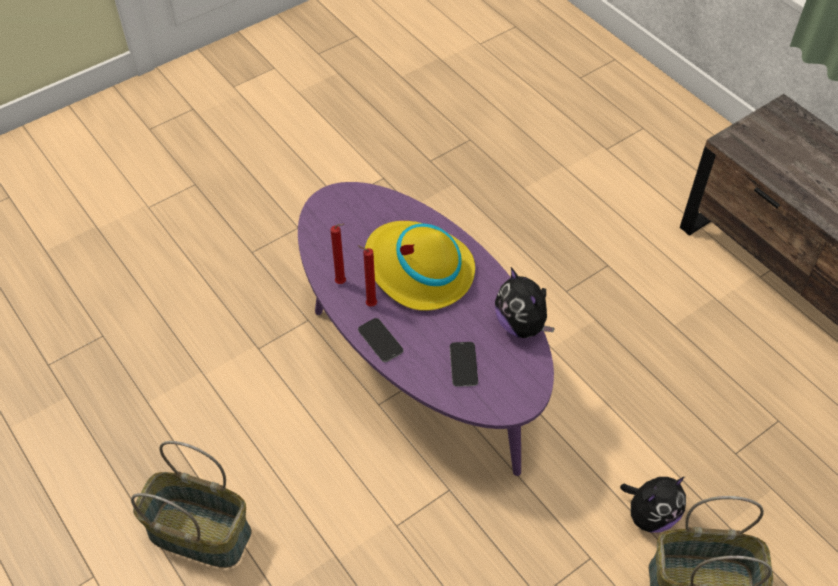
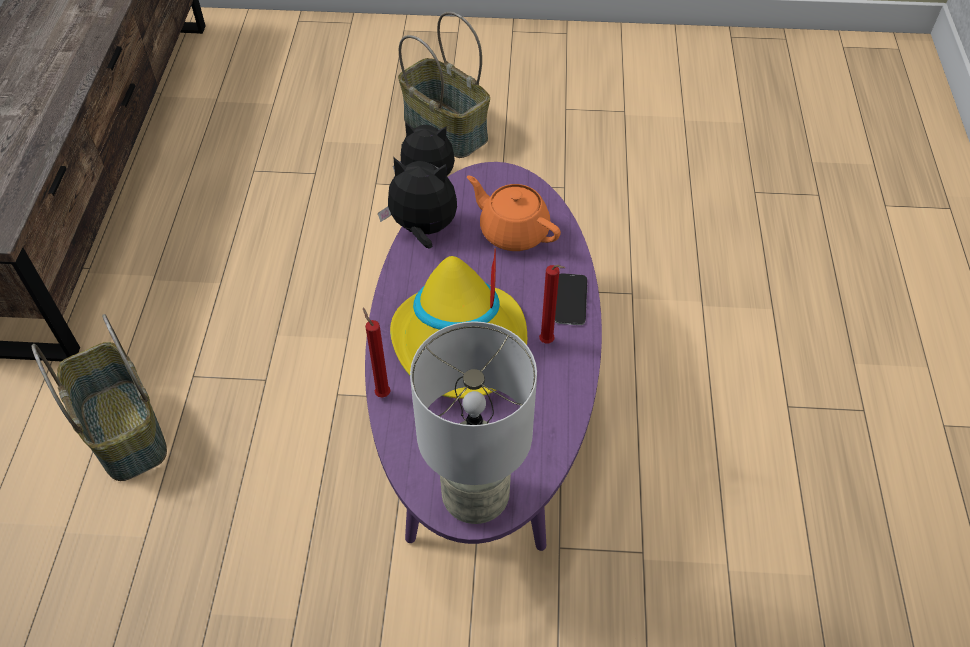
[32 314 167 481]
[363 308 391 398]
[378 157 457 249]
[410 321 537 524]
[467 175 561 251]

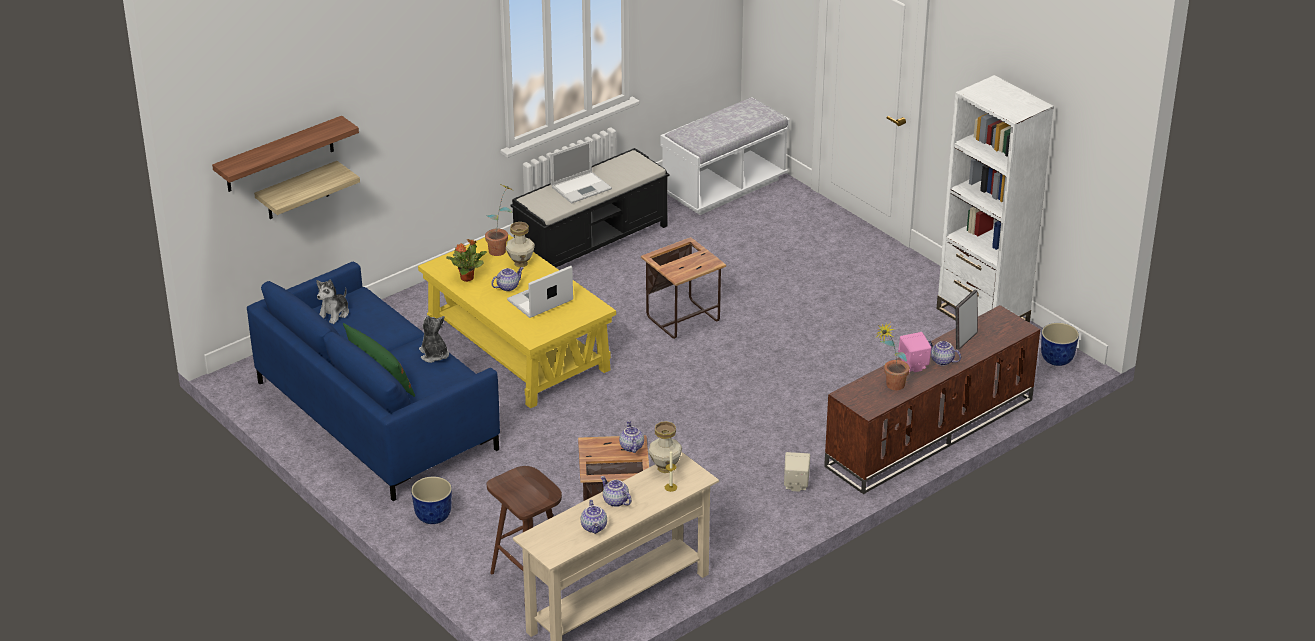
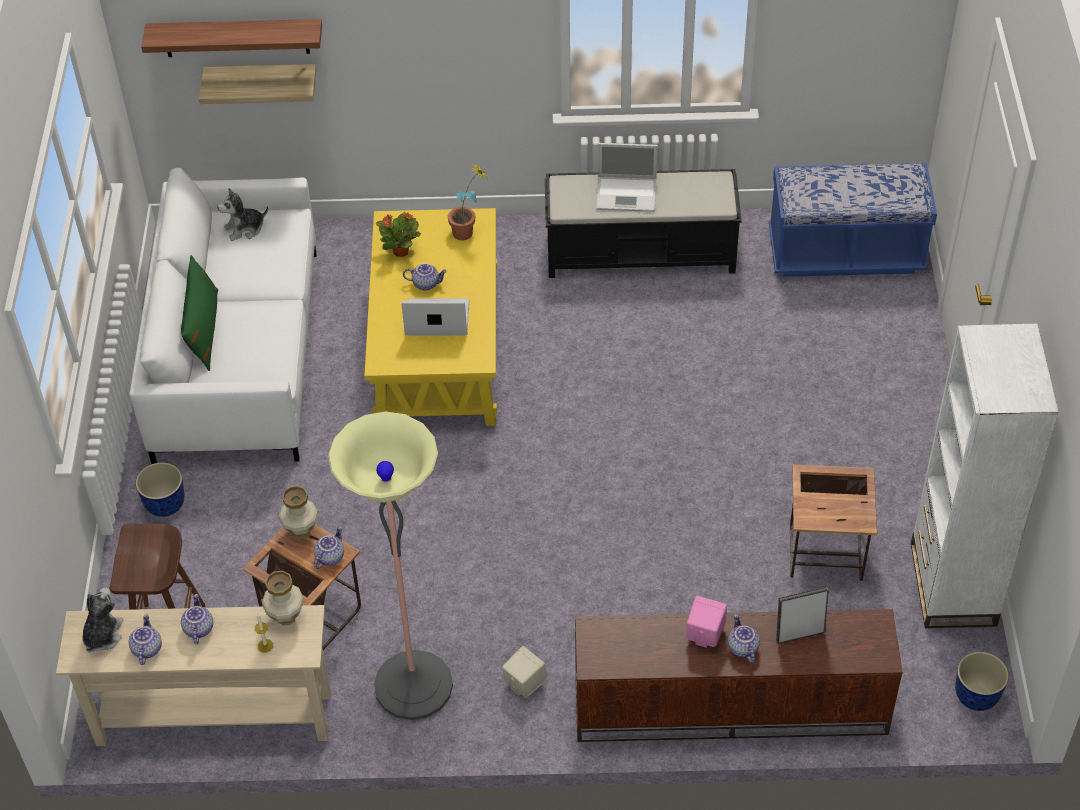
[82 587 124 653]
[129 168 317 464]
[129 614 162 665]
[279 486 318 539]
[328 411 453 720]
[769 163 937 277]
[790 464 877 581]
[875 322 910 390] (first image)

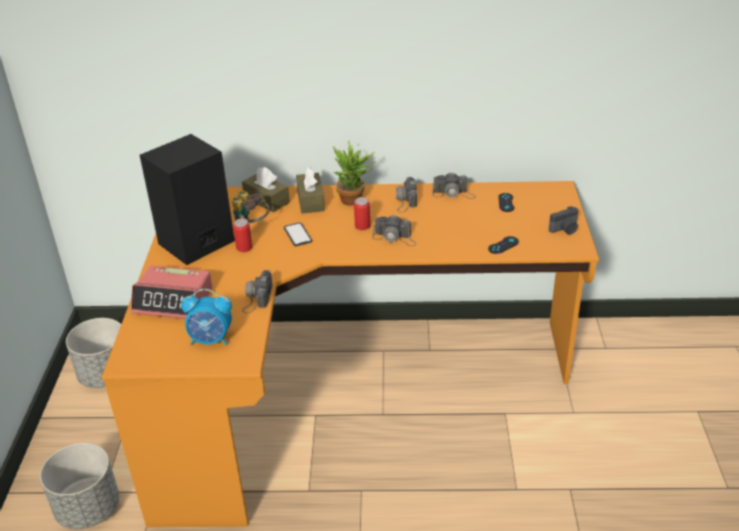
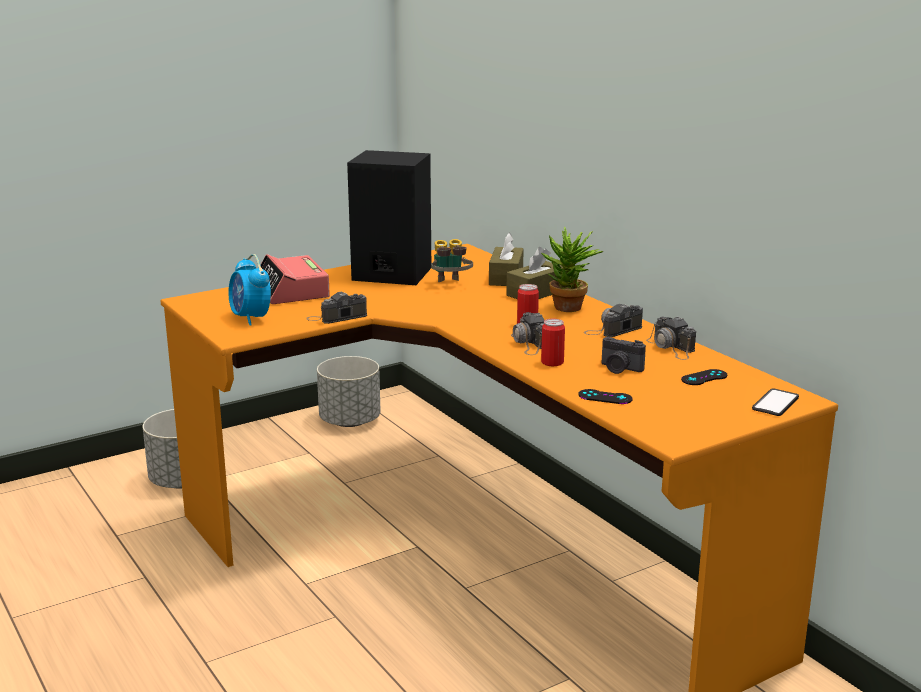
[541 319 565 366]
[602 337 646 374]
[752 389 799 416]

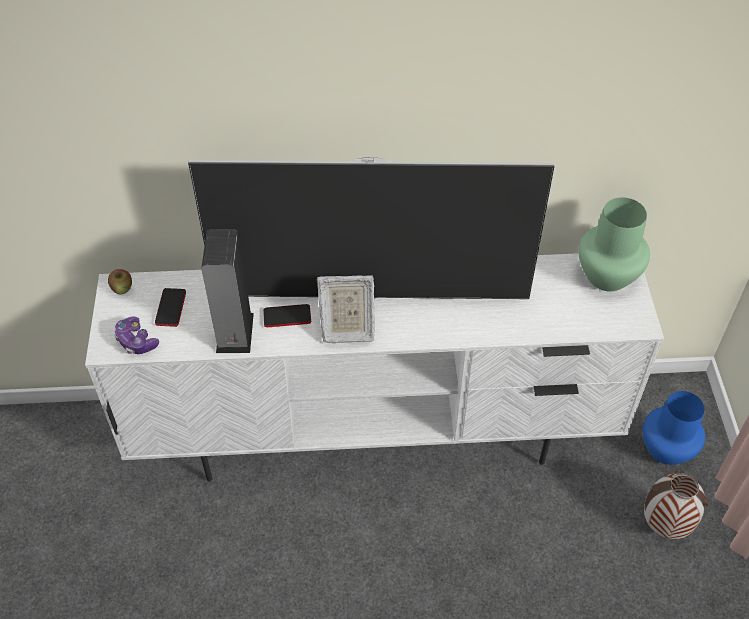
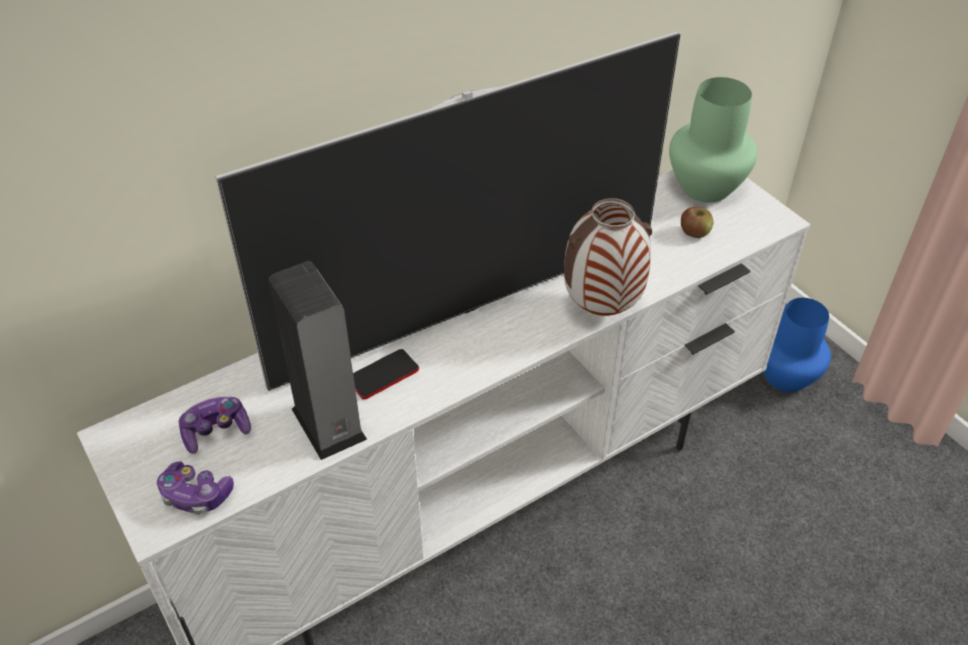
[178 397 251 454]
[564 198 652 316]
[681 207 713 238]
[317 275 375 343] (first image)

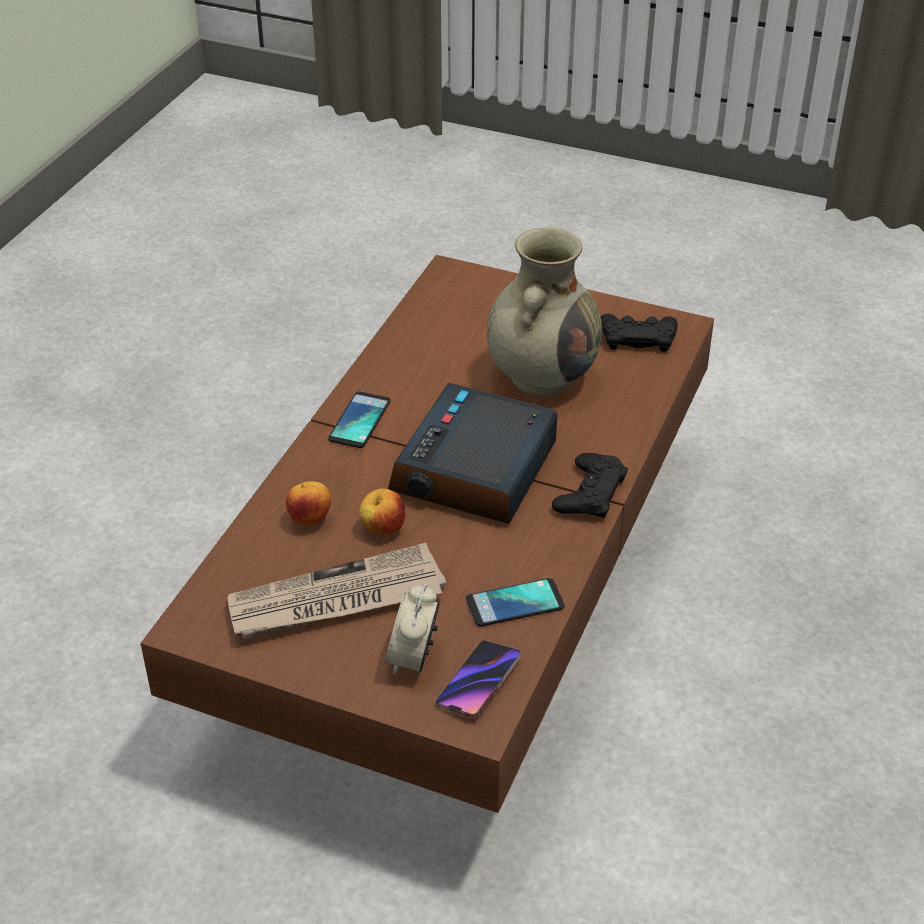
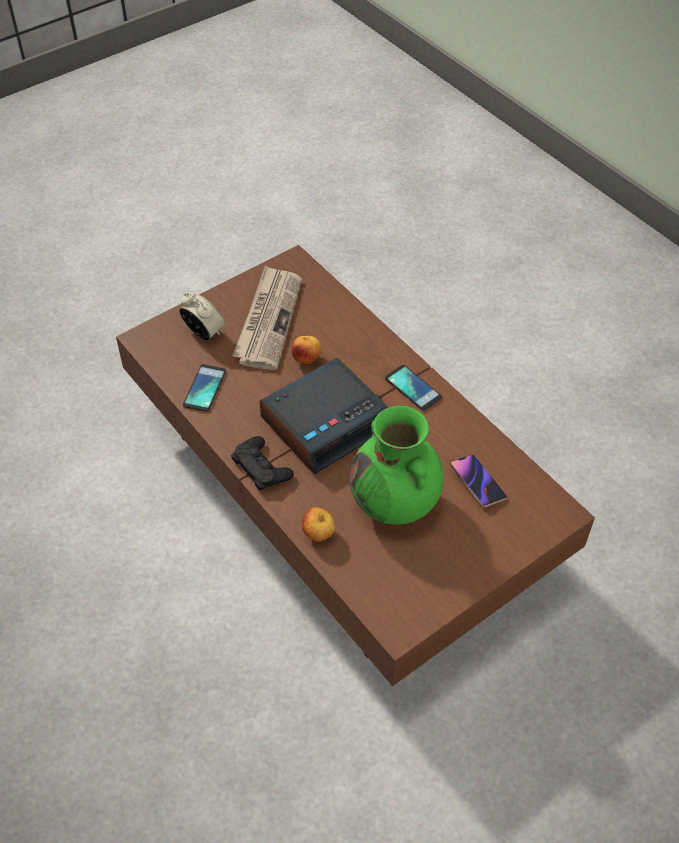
[260 357 388 475]
[302 507 335 542]
[350 406 444 525]
[450 454 507 507]
[601 314 678 352] (first image)

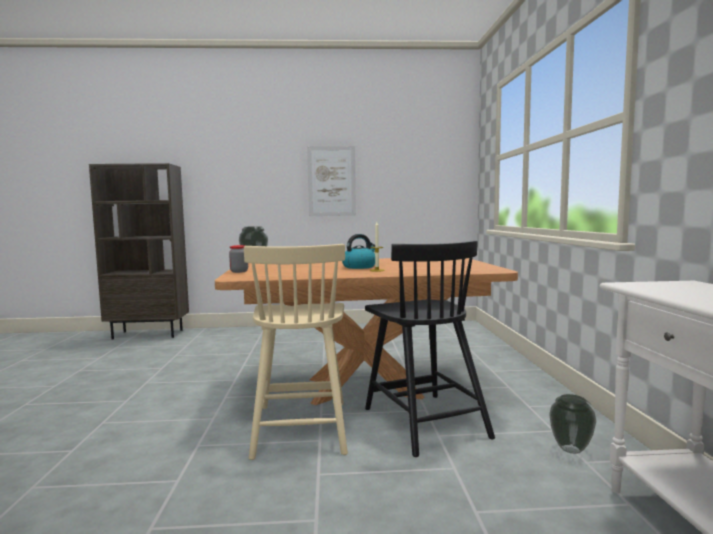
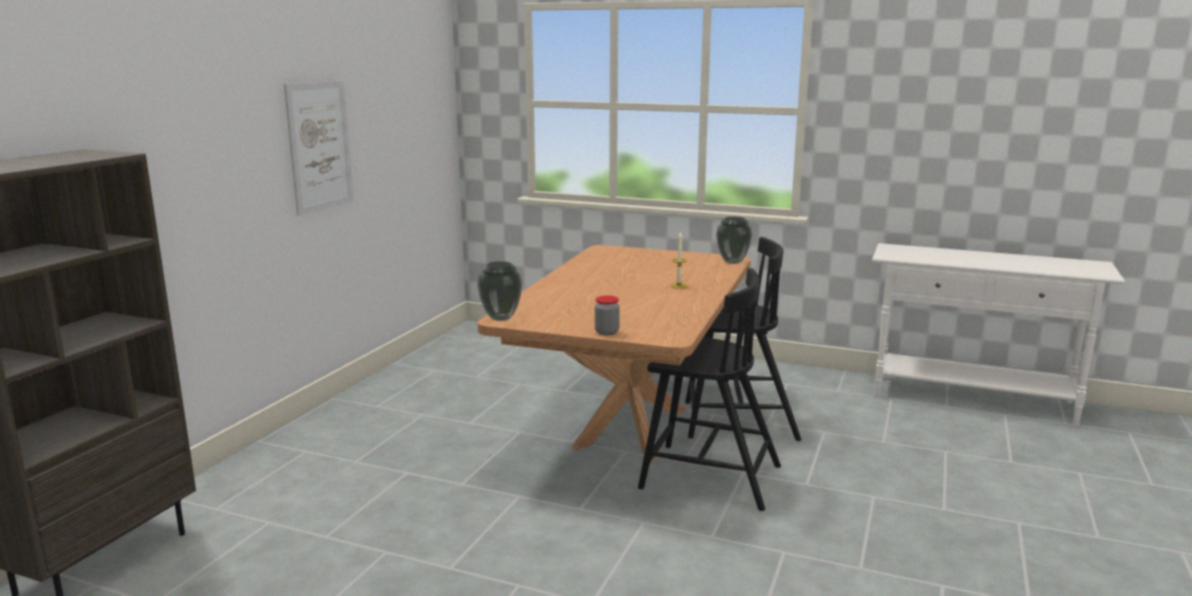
[638 268 781 511]
[716 217 752 264]
[342 234 375 269] (first image)

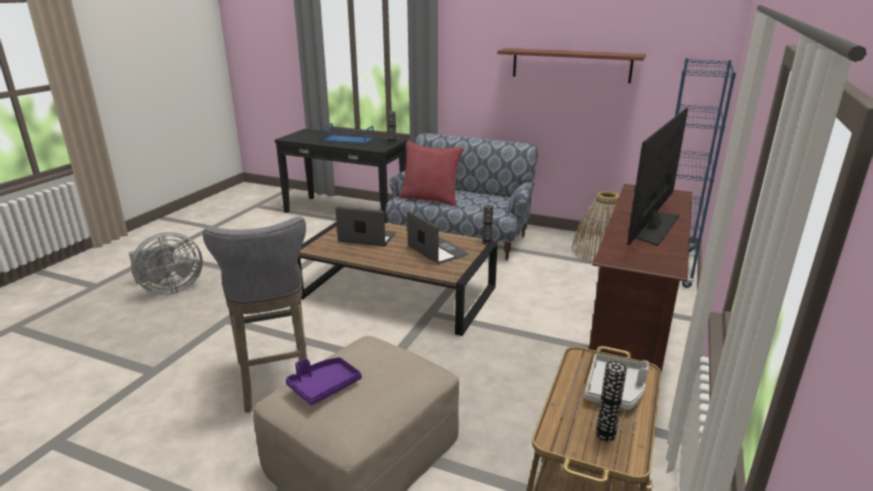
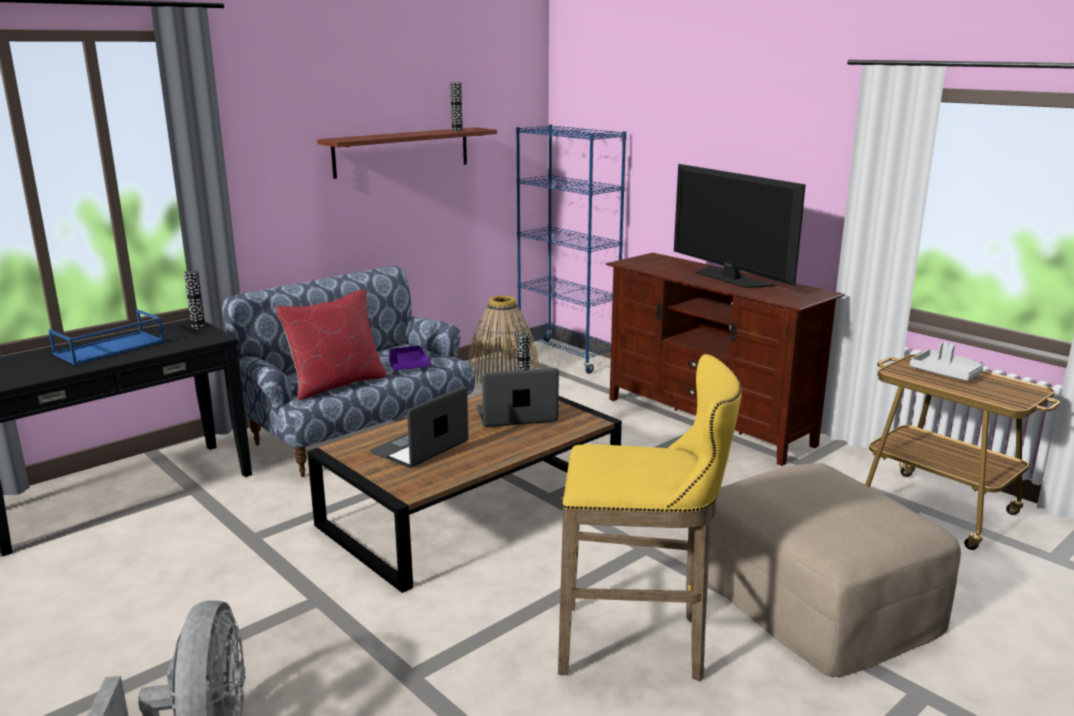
[389 346 431 370]
[450 82 463 131]
[558 354 742 681]

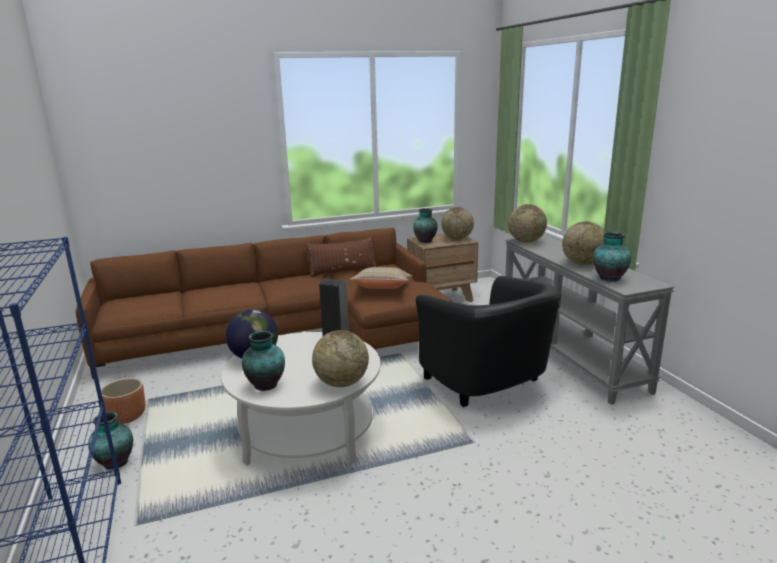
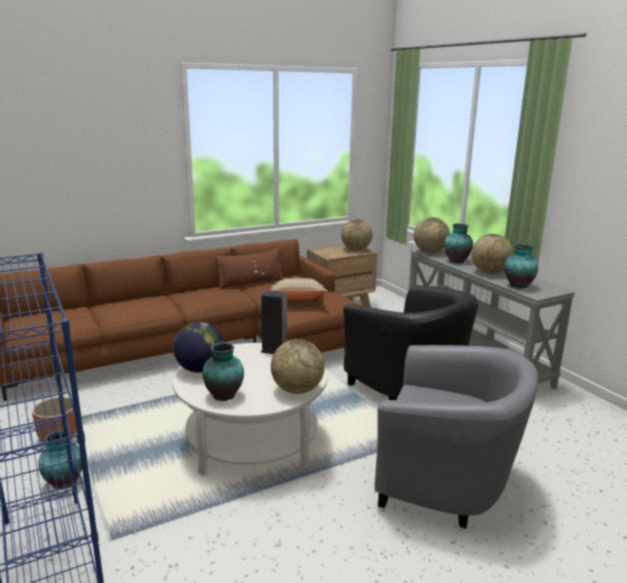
[375 345 538 529]
[444 223 473 263]

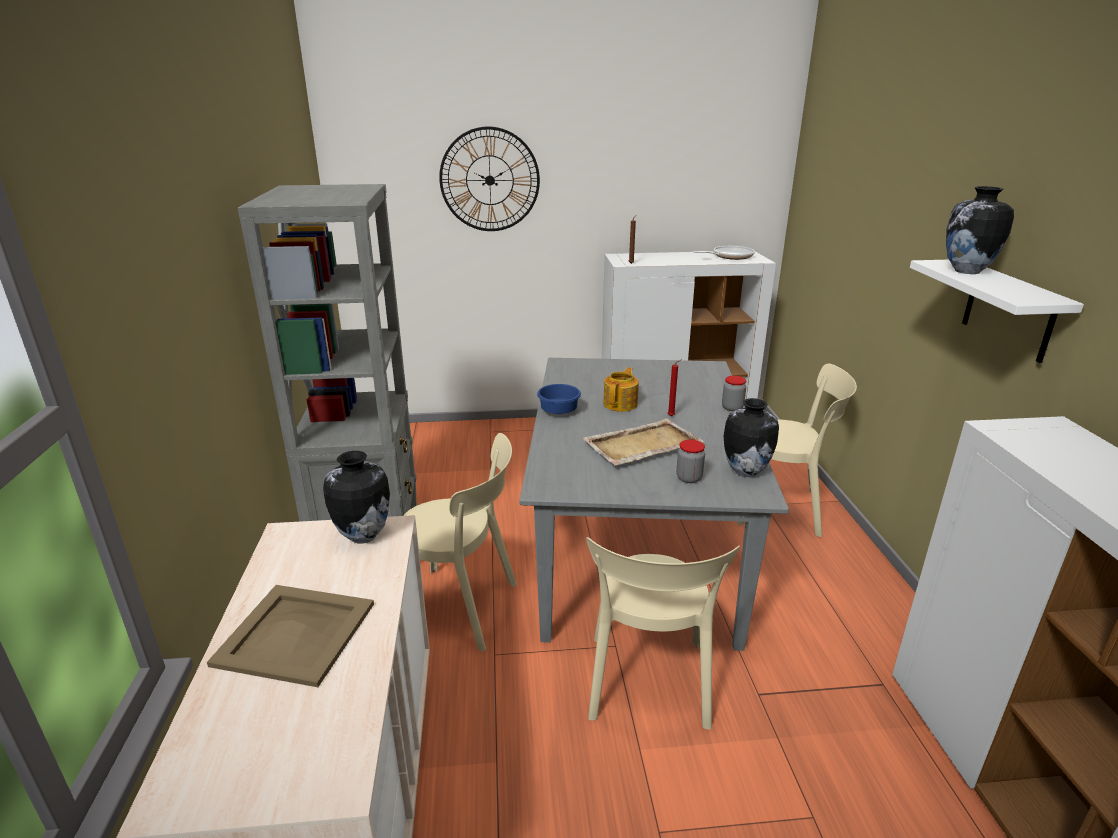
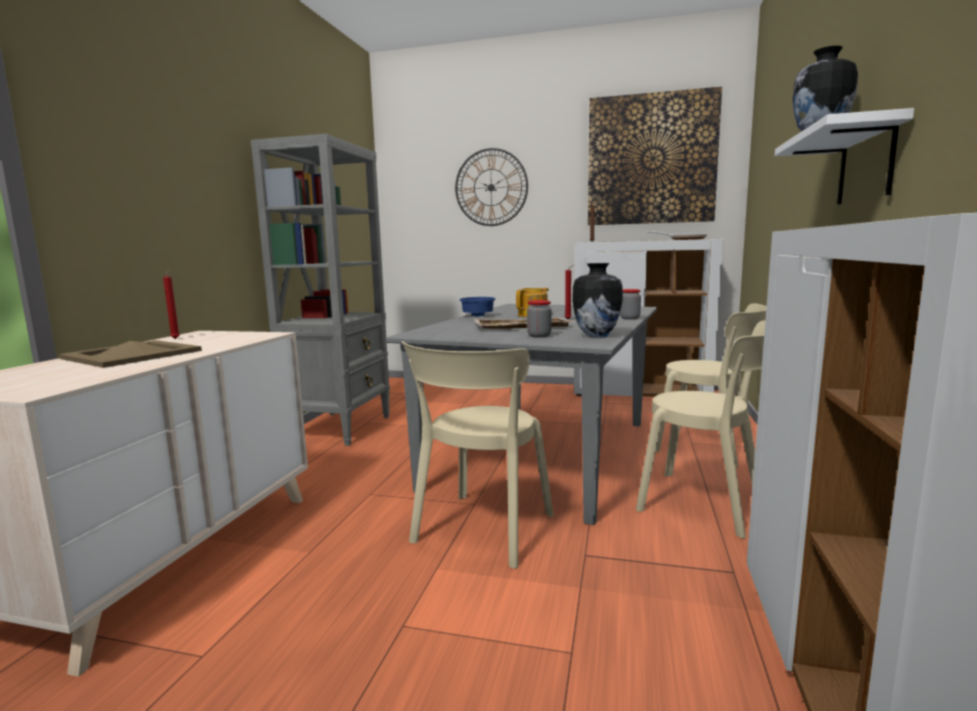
[163 270 180 339]
[588 87 722 225]
[636 320 765 539]
[323 451 390 544] (first image)

